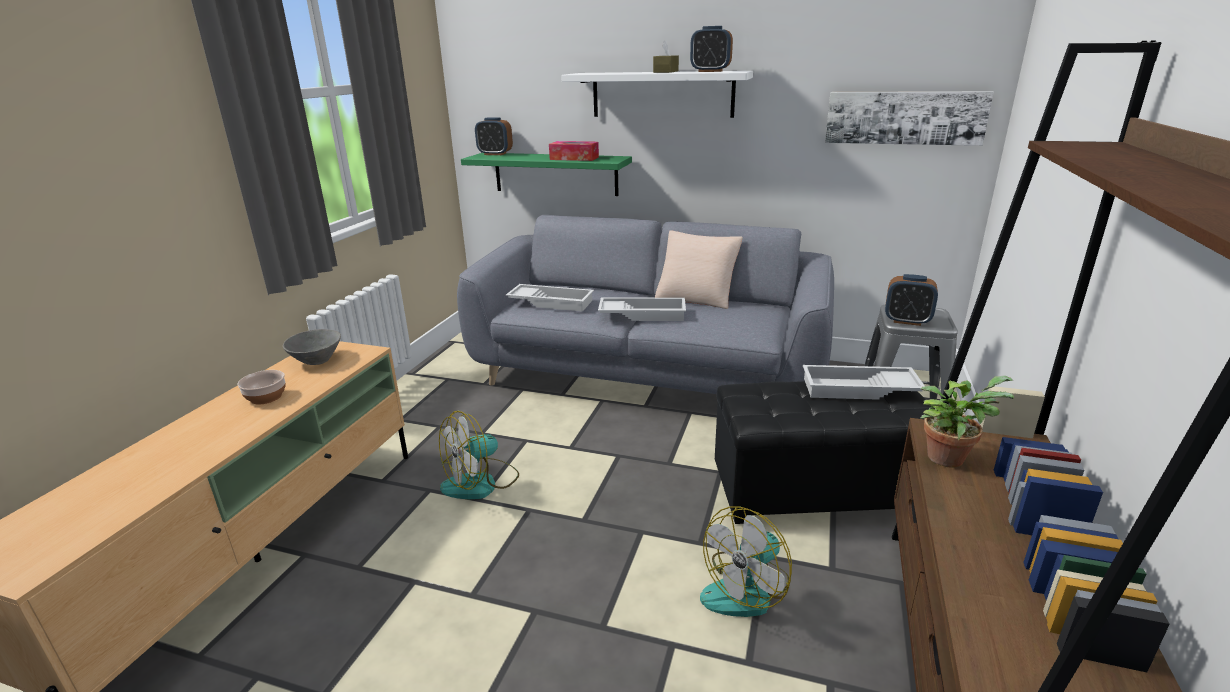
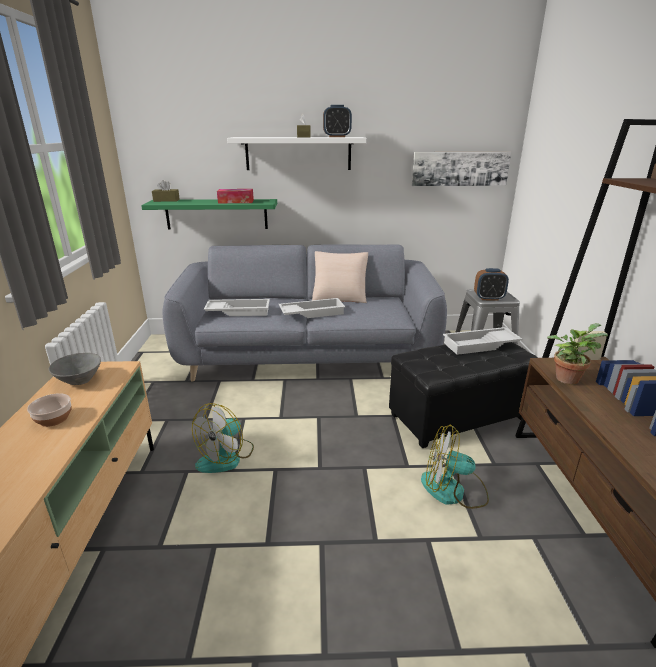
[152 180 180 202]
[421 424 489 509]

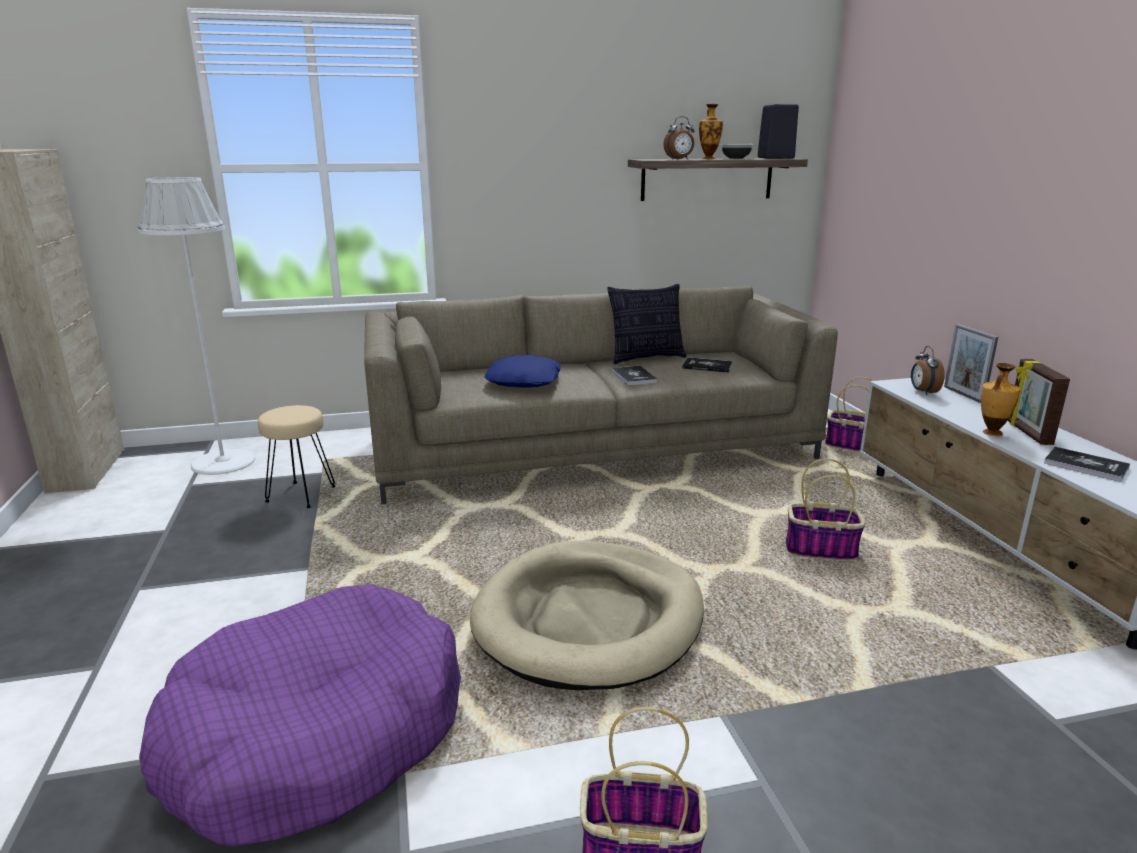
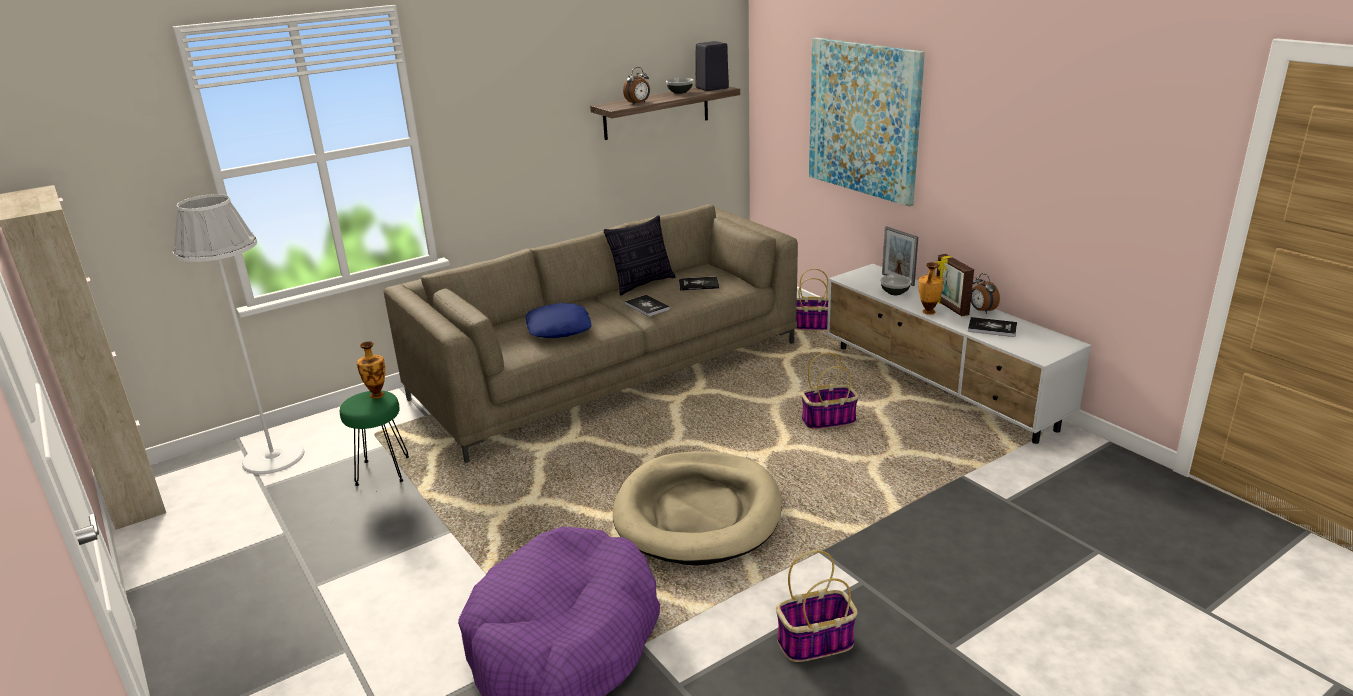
[340 391 409 486]
[357 341 385 399]
[809 38 925 207]
[880 275 912 295]
[971 273 1000 314]

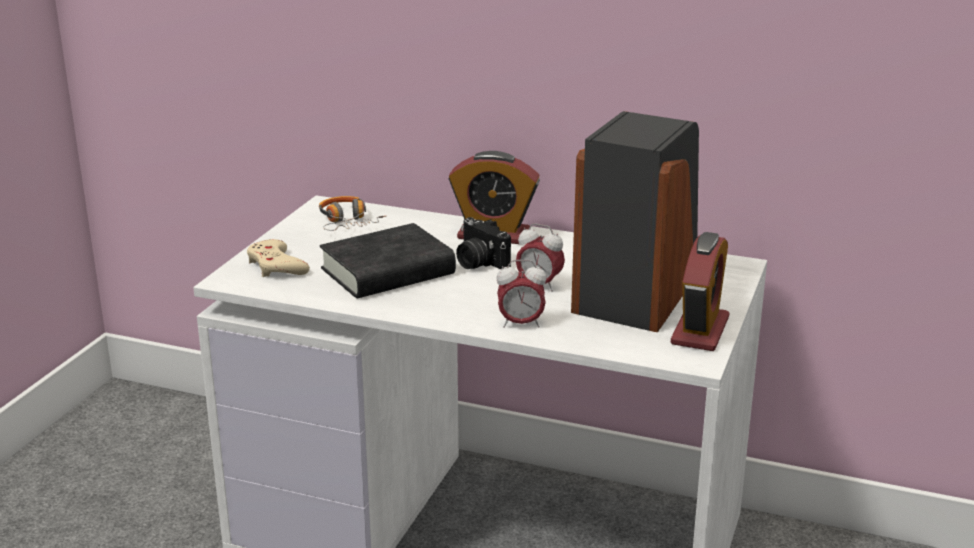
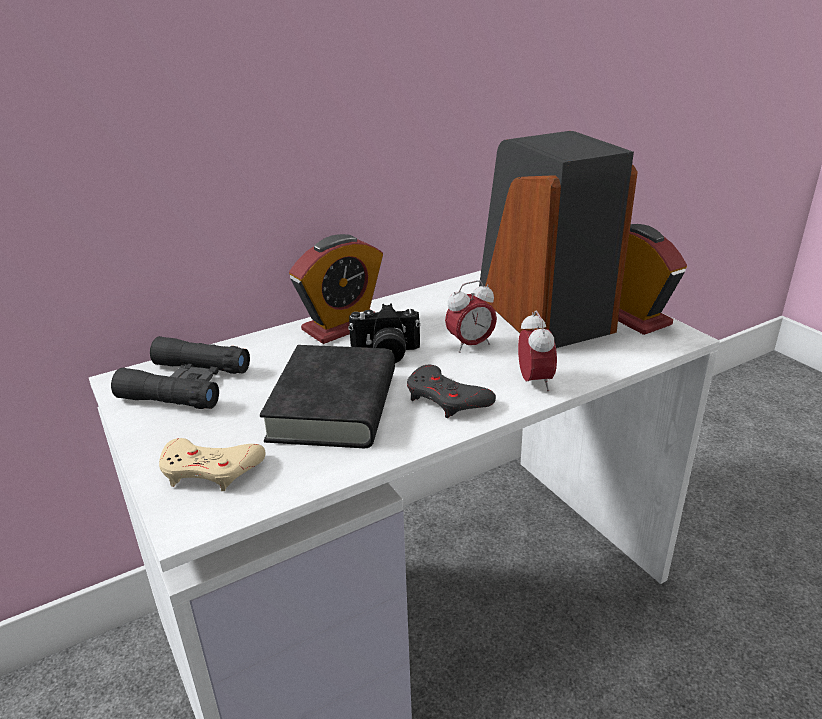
[111 336 250 409]
[407 365 496 418]
[518 311 557 391]

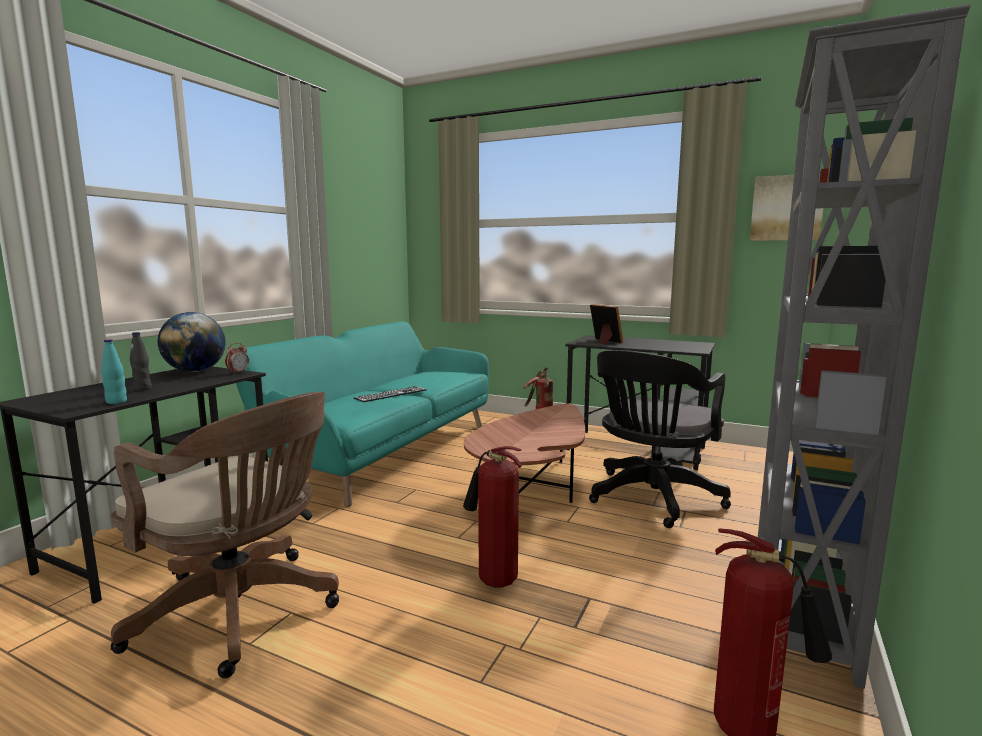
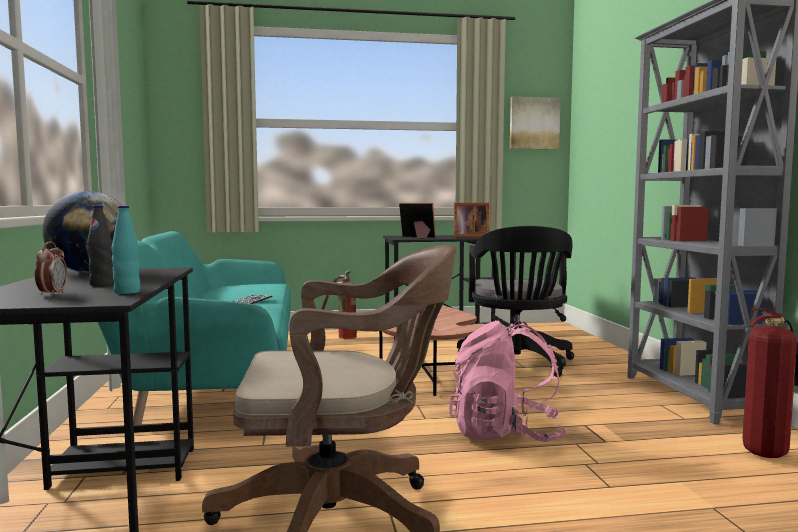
[35 241 67 296]
[449 321 567 442]
[454 203 489 237]

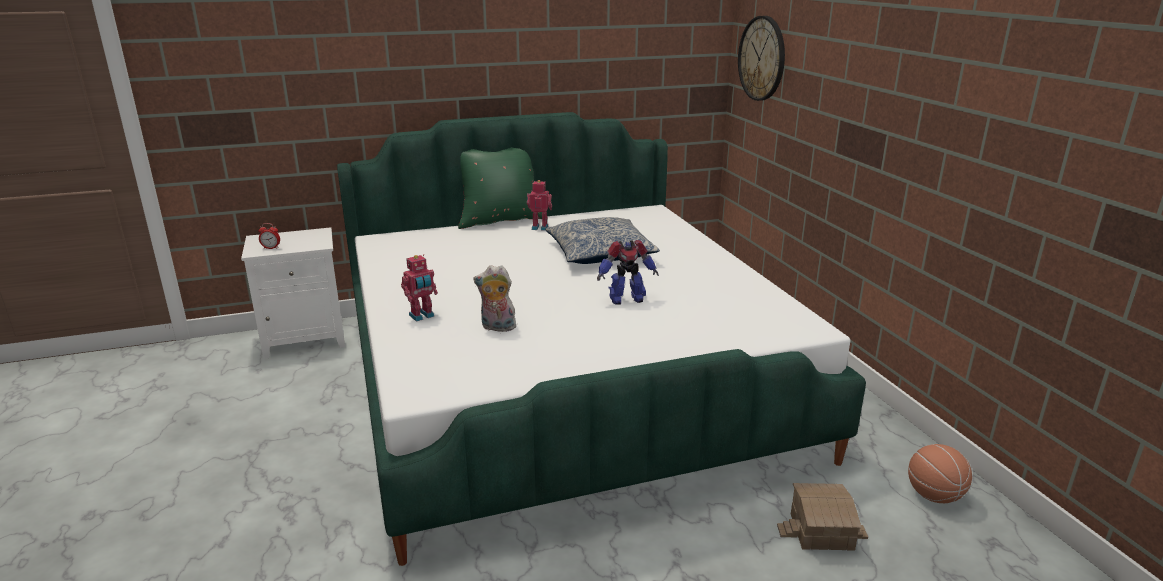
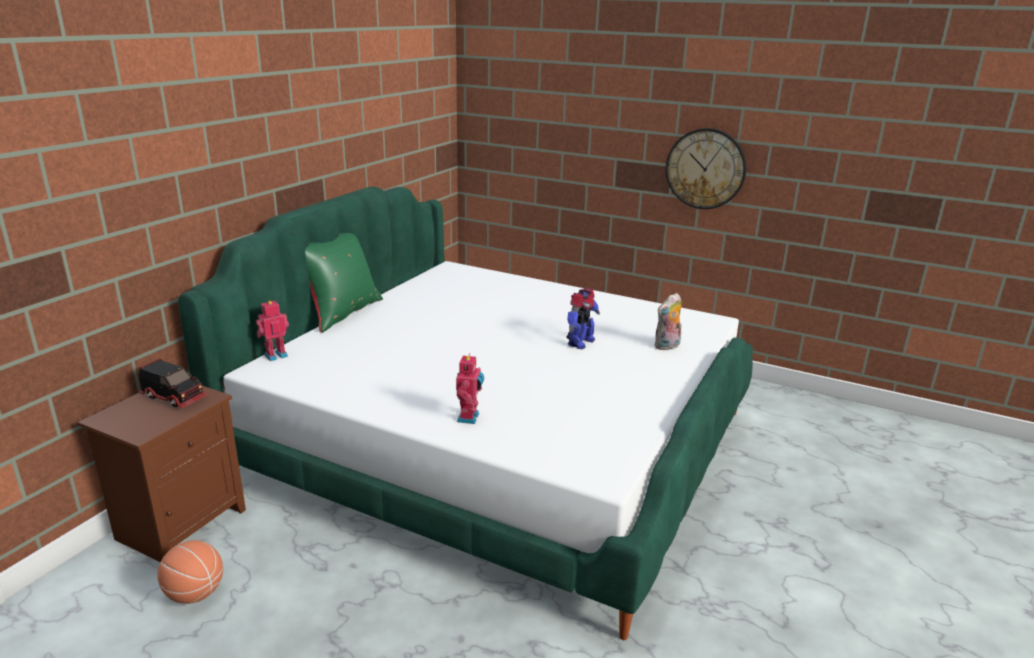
[78 386 246 562]
[139 359 208 408]
[157 540 223 604]
[256 300 289 361]
[654 293 682 351]
[666 128 747 209]
[258 223 280 249] (first image)
[545 217 660 264] (first image)
[777 483 868 551] (first image)

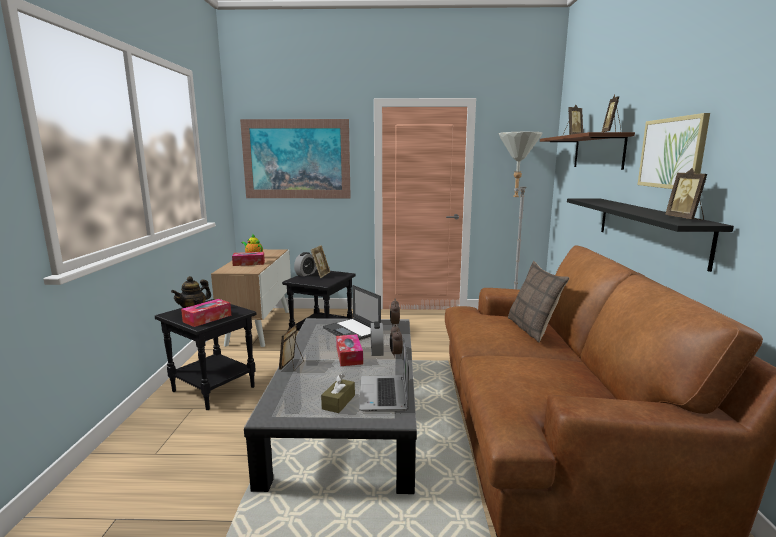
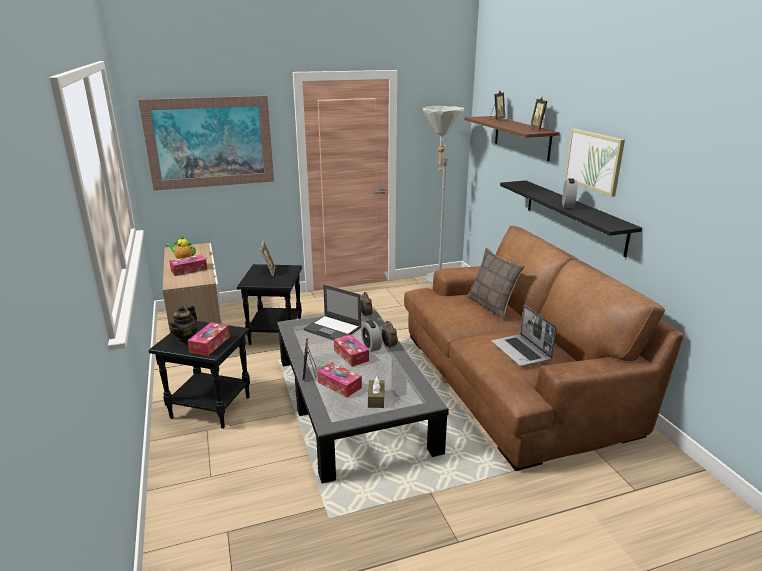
[317 362 362 397]
[491 305 557 366]
[562 178 577 208]
[665 168 707 220] (first image)

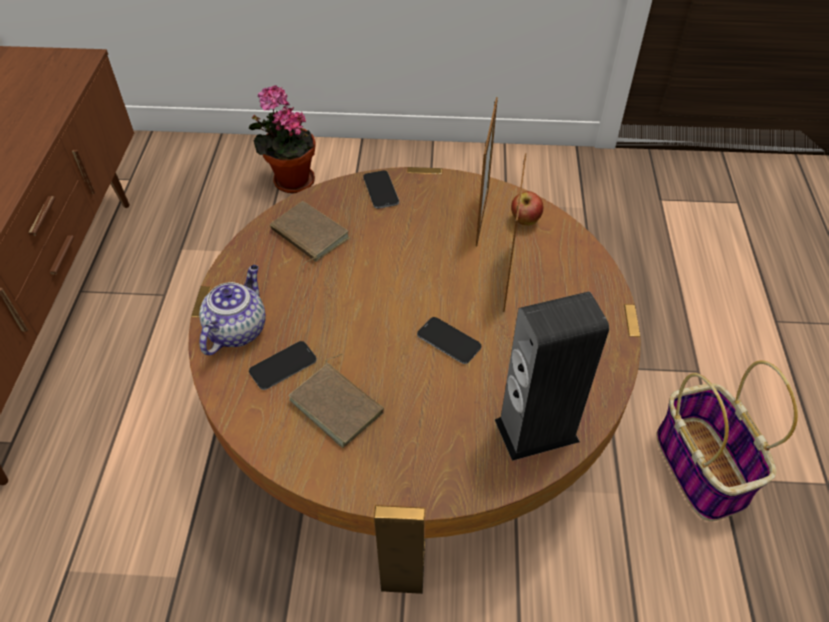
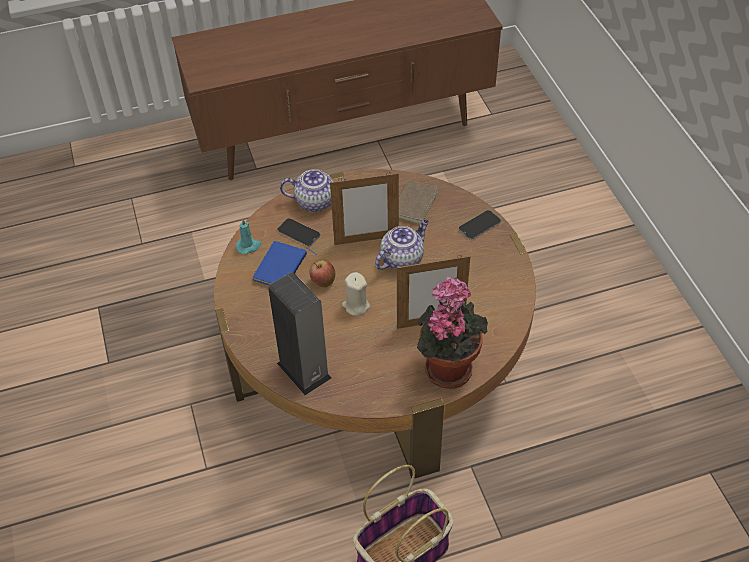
[236 219 261 254]
[253 241 317 286]
[309 260 336 288]
[330 173 399 245]
[342 272 370 316]
[375 219 429 270]
[417 277 488 389]

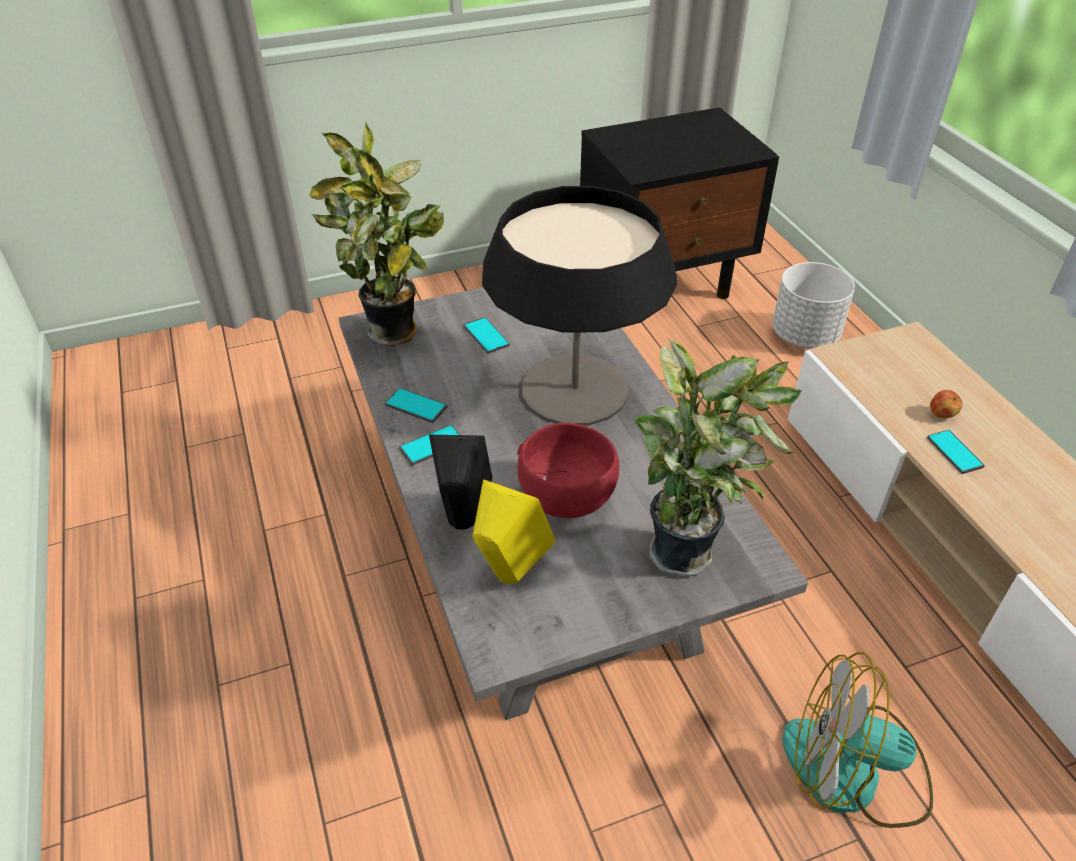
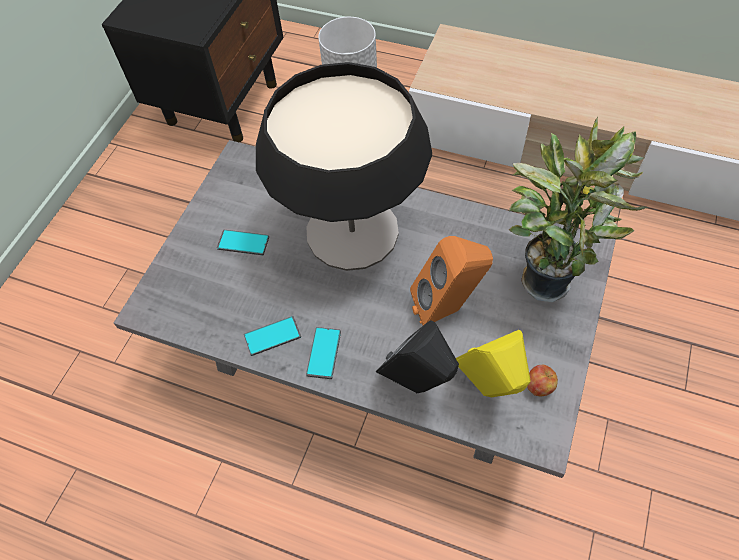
[410 236 493 325]
[527 365 558 396]
[309 121 444 347] (first image)
[782 652 933 828] (first image)
[927 430 985 474] (first image)

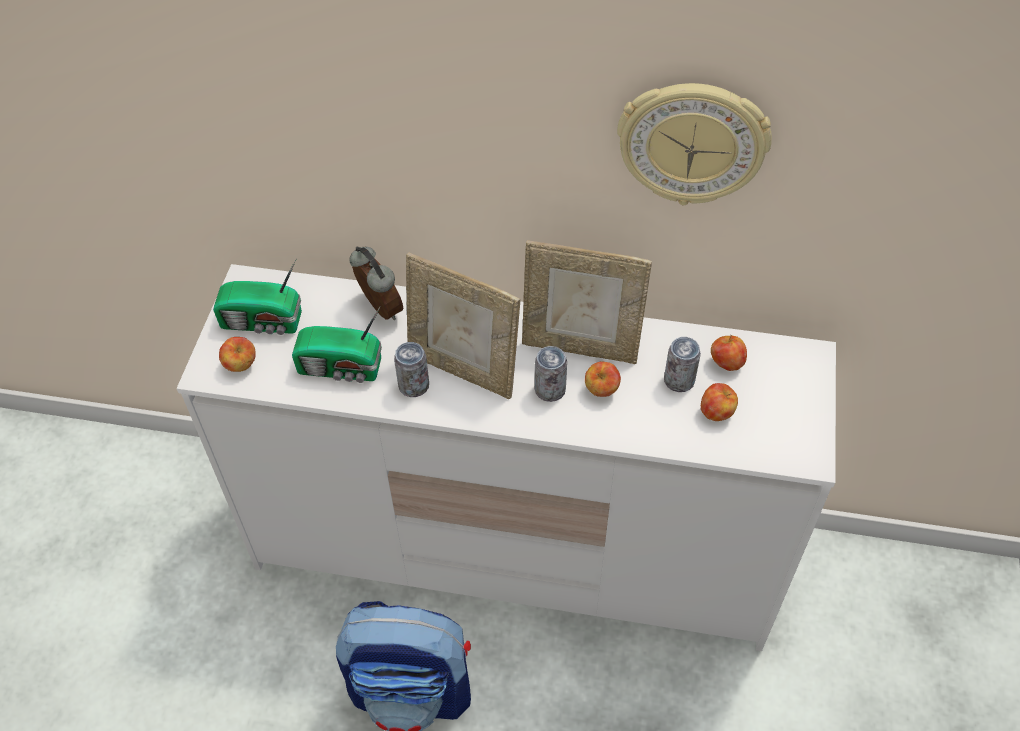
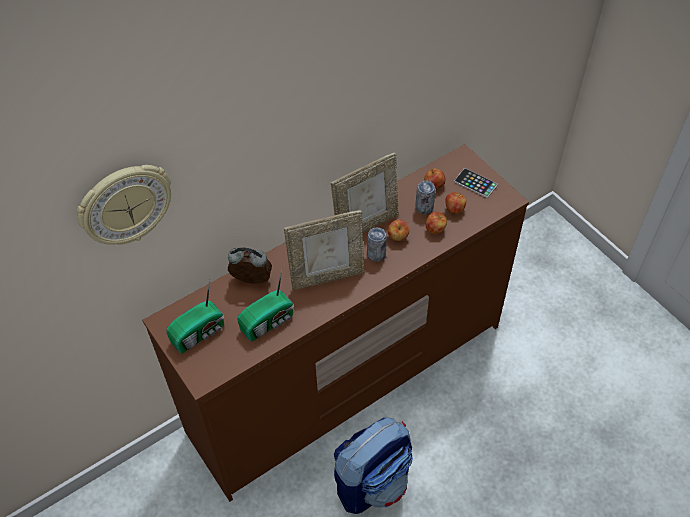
[77 165 171 245]
[142 144 529 502]
[426 212 447 234]
[454 168 498 198]
[394 342 429 397] (first image)

